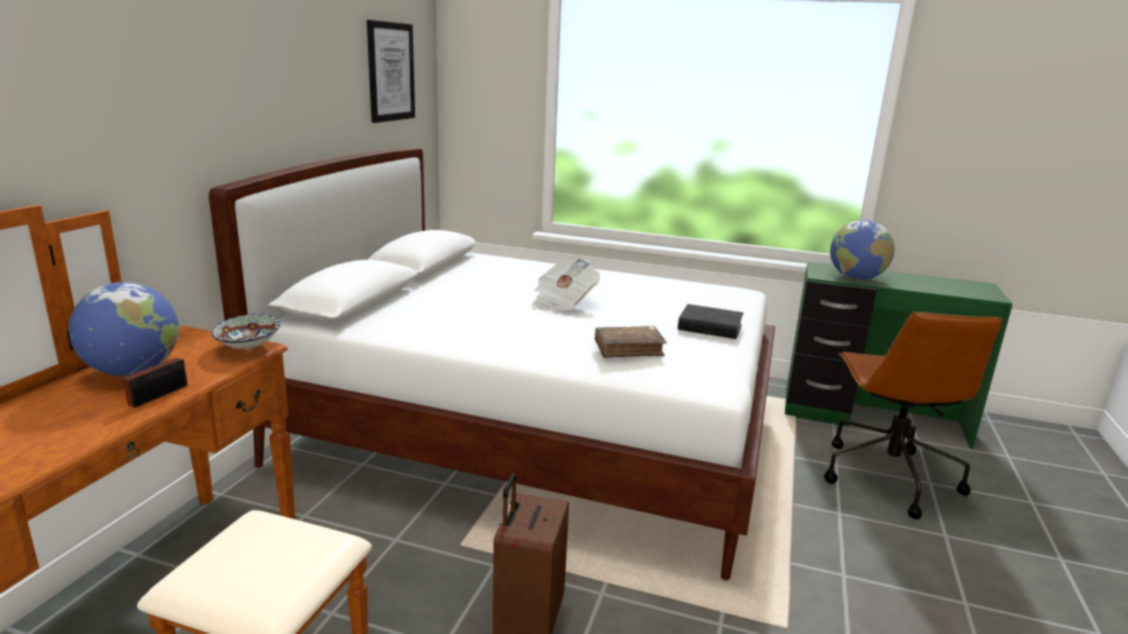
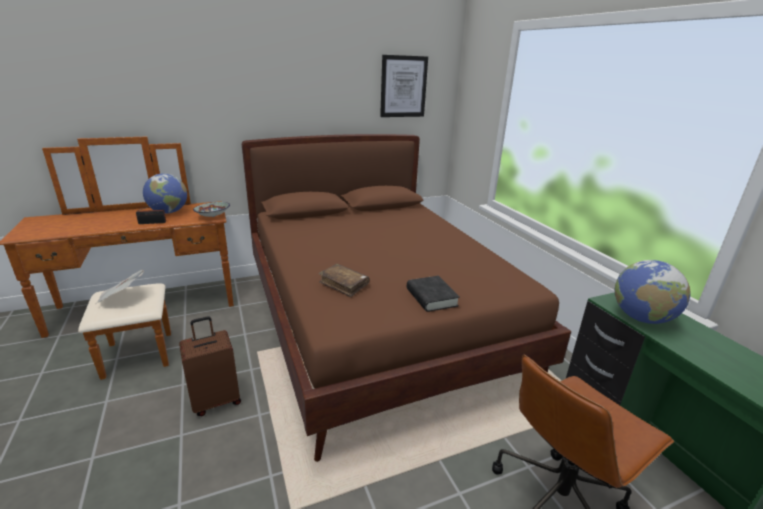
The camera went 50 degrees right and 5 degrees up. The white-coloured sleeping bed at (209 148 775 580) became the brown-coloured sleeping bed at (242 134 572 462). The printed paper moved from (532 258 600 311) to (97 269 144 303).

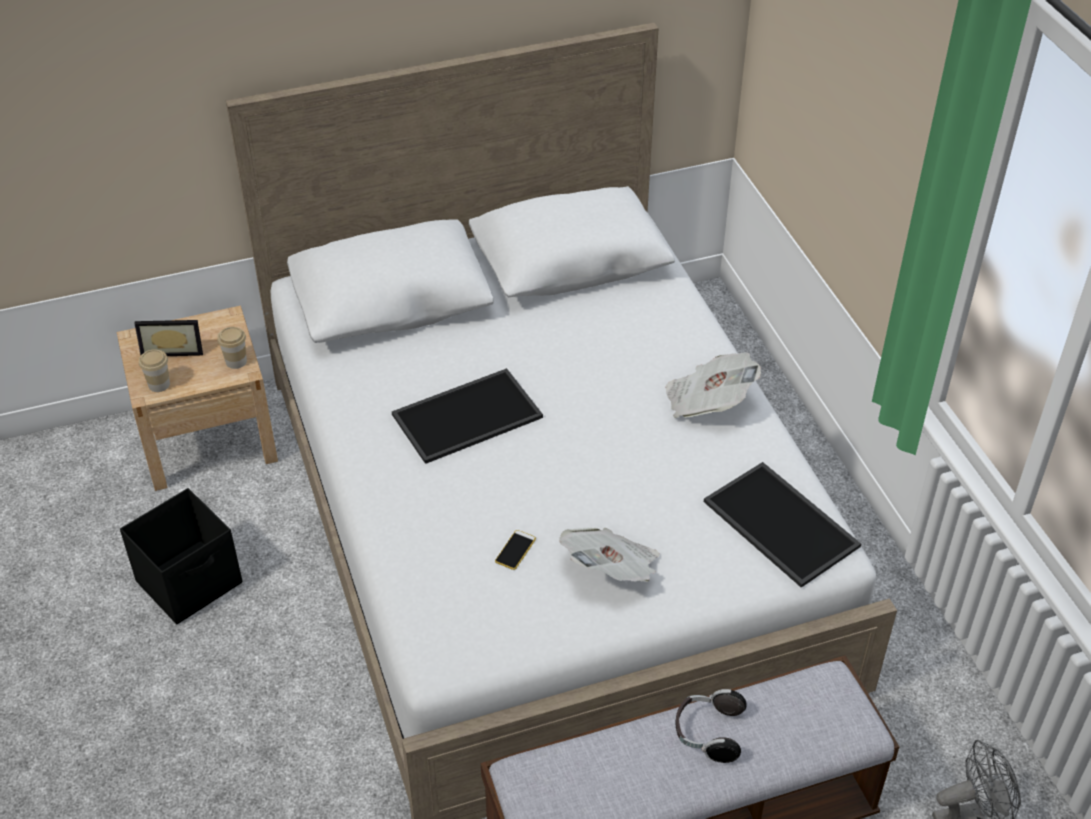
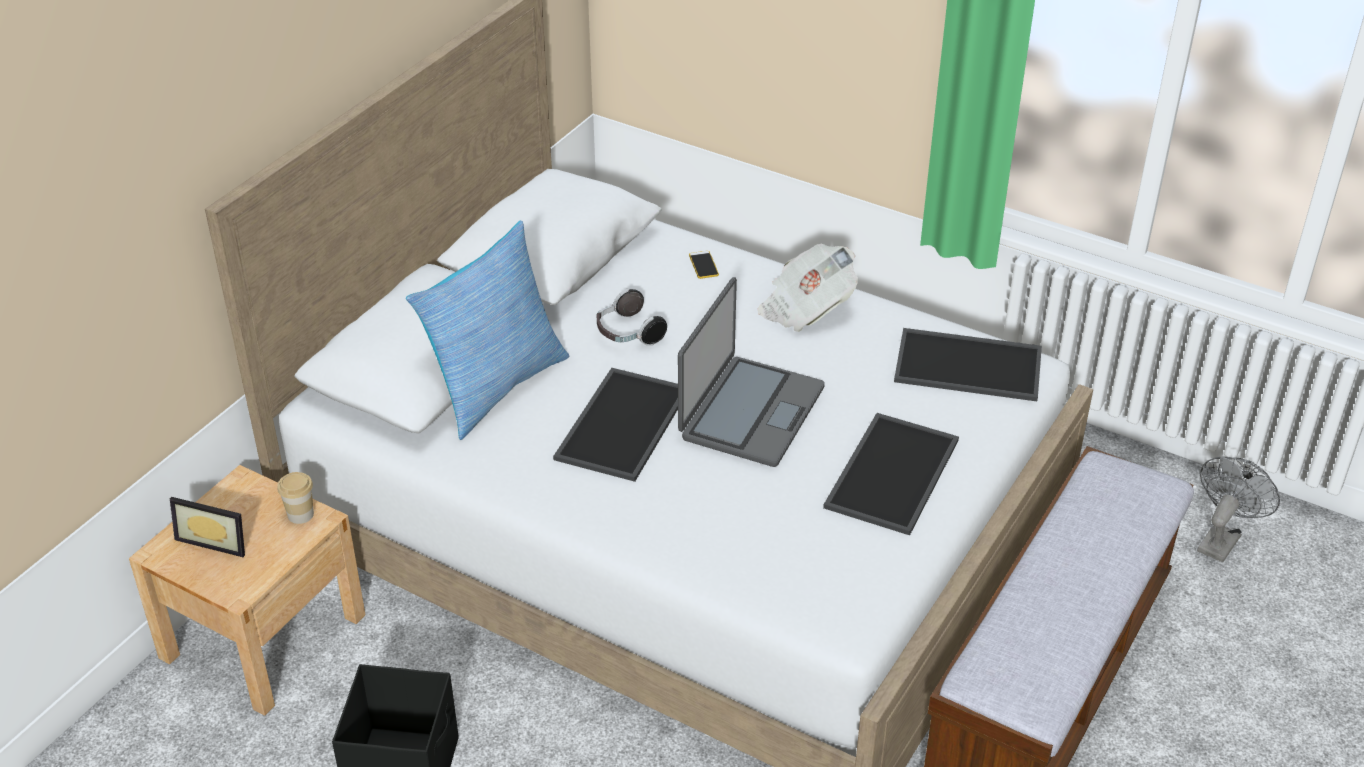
The camera went 40 degrees left and 5 degrees down. The standing frame at (134 320 203 356) turned 60 degrees clockwise. The drinking cup at (139 349 170 392) disappeared. The printed paper at (559 528 660 582) was replaced by the carrying tray at (823 413 959 535). The handset moved from (495 530 536 570) to (689 251 719 279). The headphones moved from (676 689 747 763) to (597 289 667 346). The pillow at (406 221 569 440) appeared. The portable computer at (678 277 825 467) appeared.

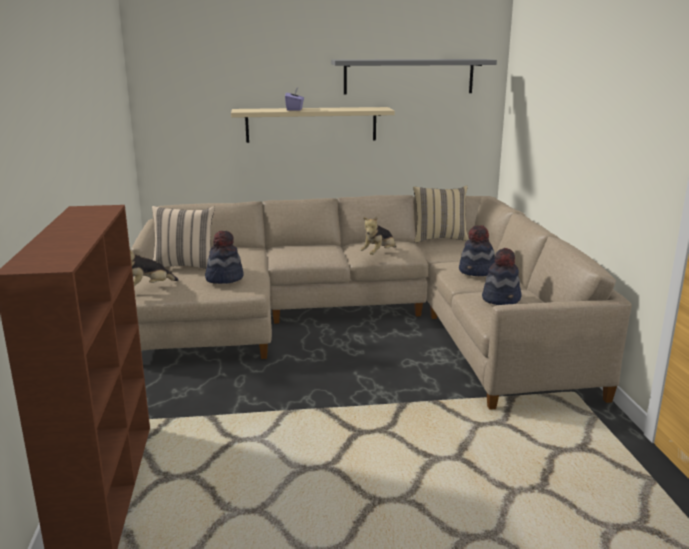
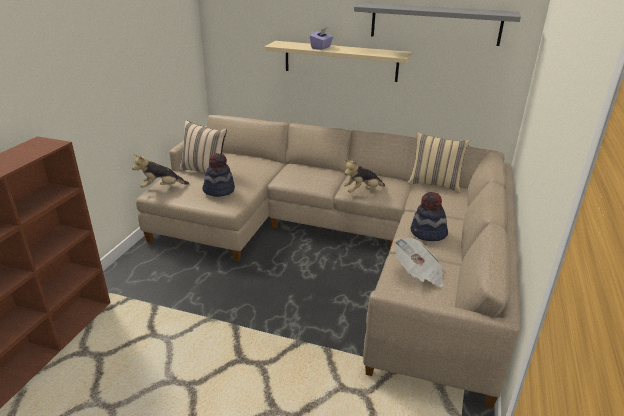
The camera went 25 degrees right and 10 degrees up. The wearable hat at (482 248 522 305) was replaced by the printed paper at (395 238 443 287).

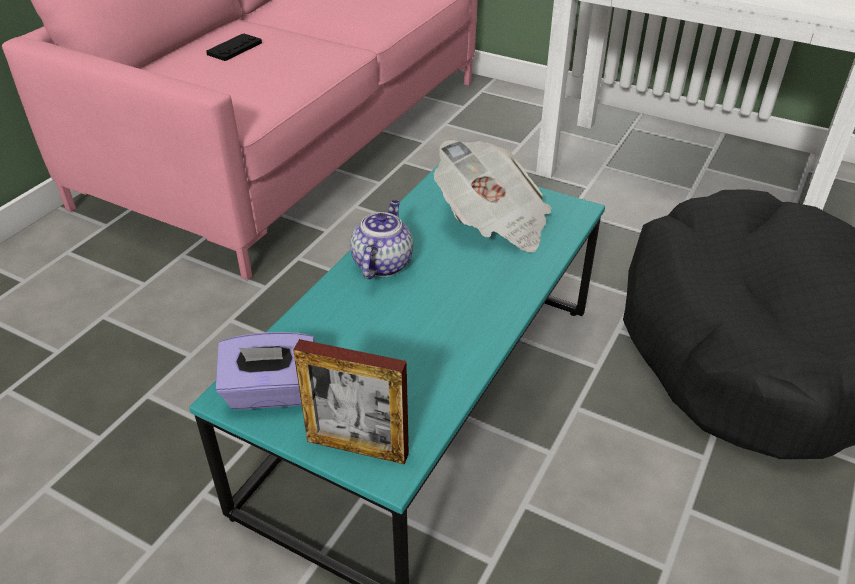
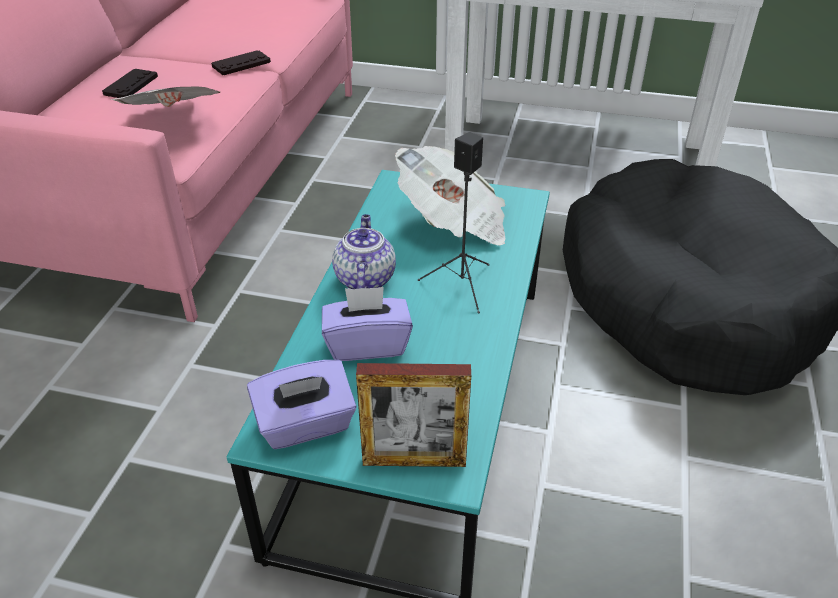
The camera went 15 degrees left and 0 degrees up. The black-coloured gamepad at (211 50 271 75) appeared. The printed paper at (109 87 220 107) appeared. The black-coloured loudspeaker at (418 132 490 314) appeared. The purple tissue box at (322 287 413 361) appeared.

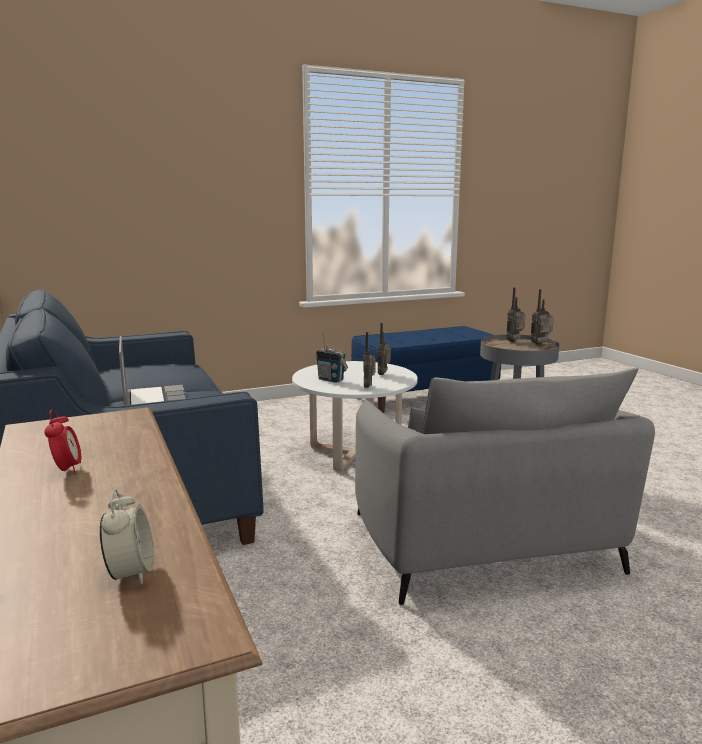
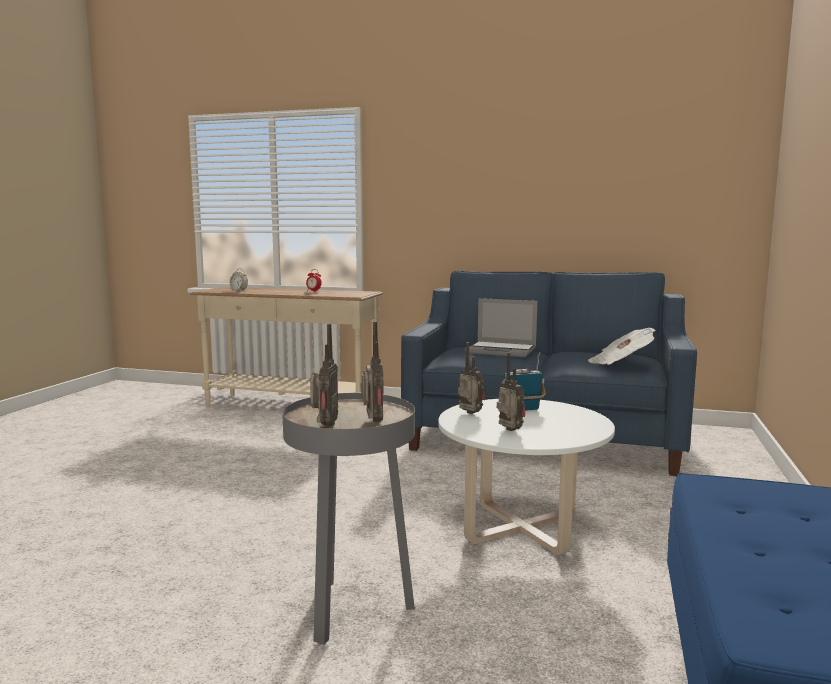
The camera went 130 degrees right and 5 degrees down. The greyish lounge chair at (355 368 655 606) disappeared. The printed paper at (588 328 656 365) appeared.

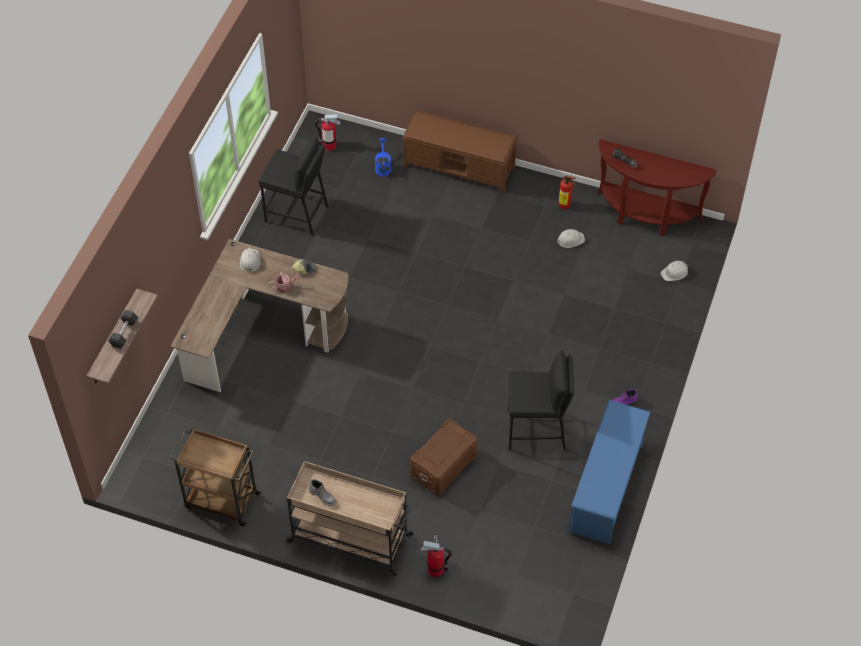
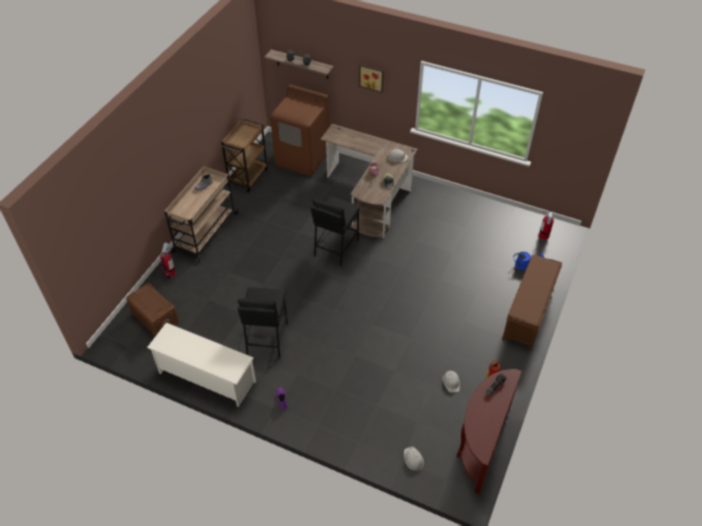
The camera went 95 degrees right and 5 degrees down. The black-coloured sitting stool moved from (259 137 328 235) to (311 197 360 266). The blue shoe rack at (568 400 650 544) became the white-coloured shoe rack at (147 323 256 407). The brown-coloured storage bin moved from (410 419 477 496) to (126 283 179 336). The picture at (359 65 383 93) appeared. The brown-coloured washing machine at (270 84 329 176) appeared.

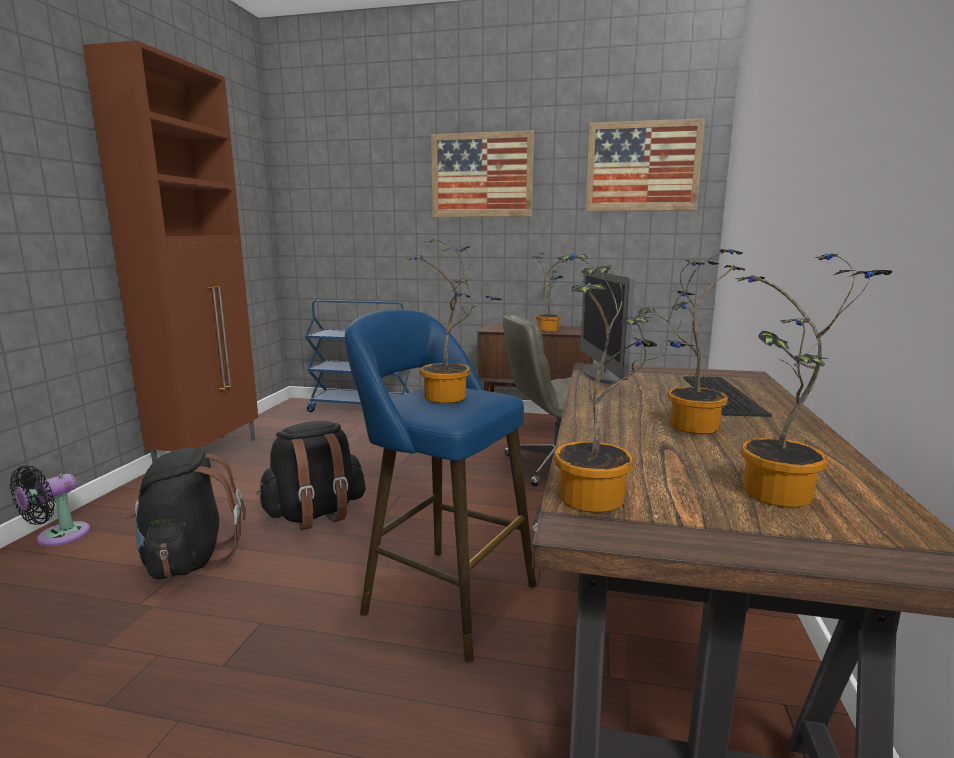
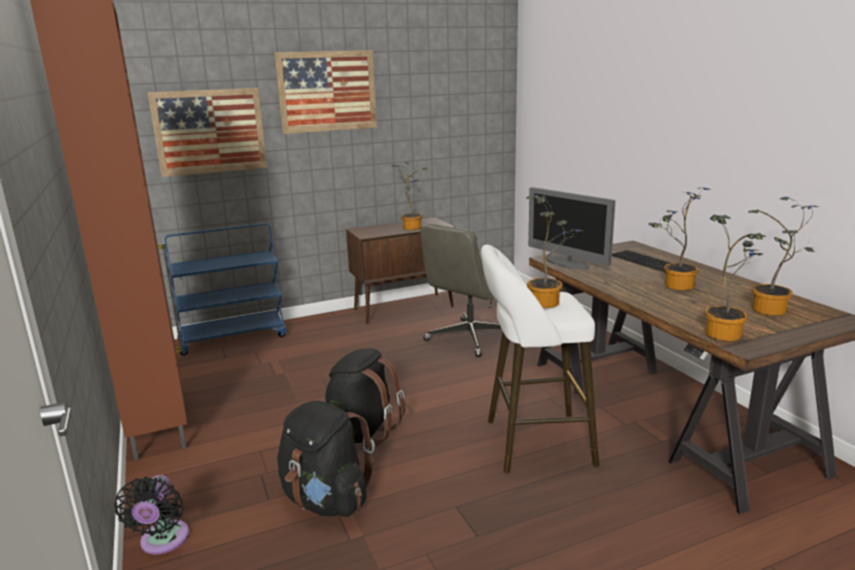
The camera went 35 degrees left and 5 degrees up. The picture moved from (585 118 705 211) to (147 88 267 177). The blue sitting stool at (345 309 536 663) became the white-coloured sitting stool at (481 245 599 473).

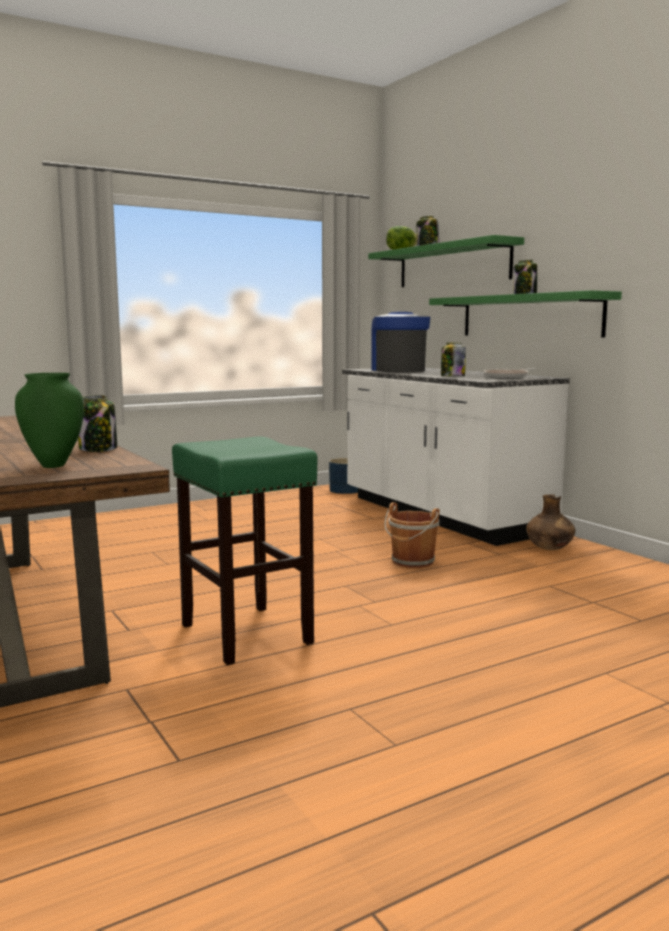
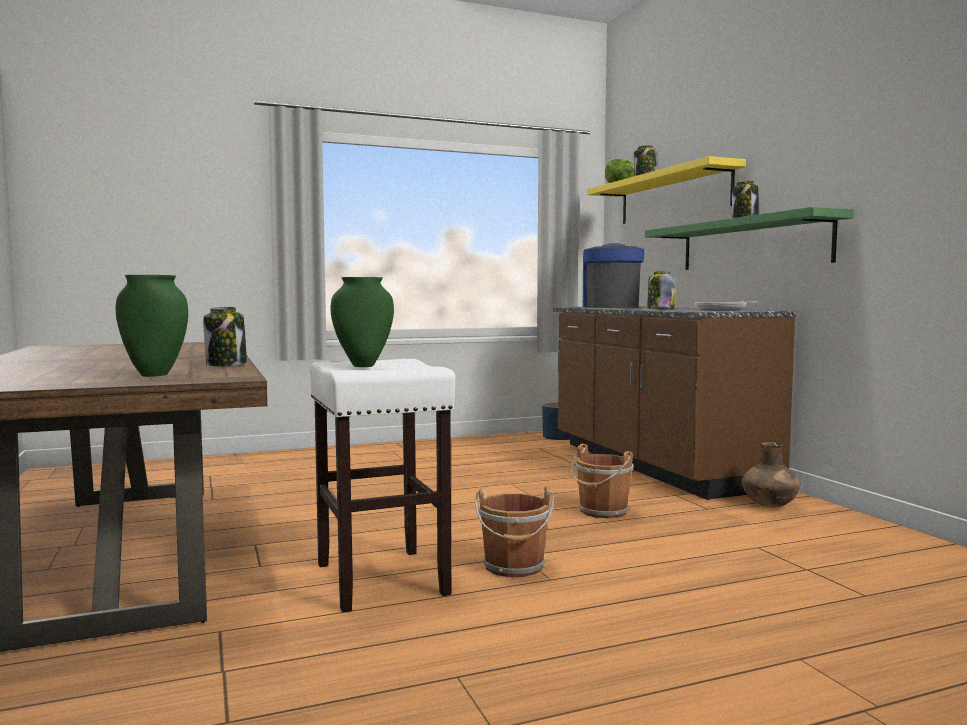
The camera went 10 degrees right and 5 degrees down. The green bracket shelf at (368 235 524 287) became the yellow-coloured bracket shelf at (587 156 746 224). The white-coloured kitchen base unit at (342 368 570 546) became the brown-coloured kitchen base unit at (553 306 796 500). The green sitting stool at (172 436 318 665) became the white-coloured sitting stool at (310 359 455 612). The green decorative vase at (331 277 394 367) appeared. The brown-coloured bucket at (475 486 554 577) appeared.

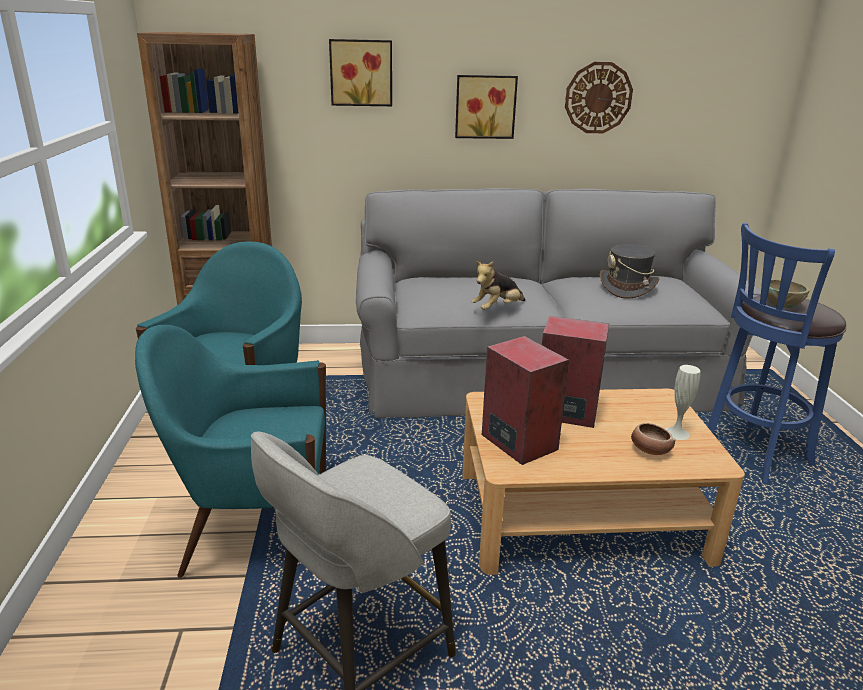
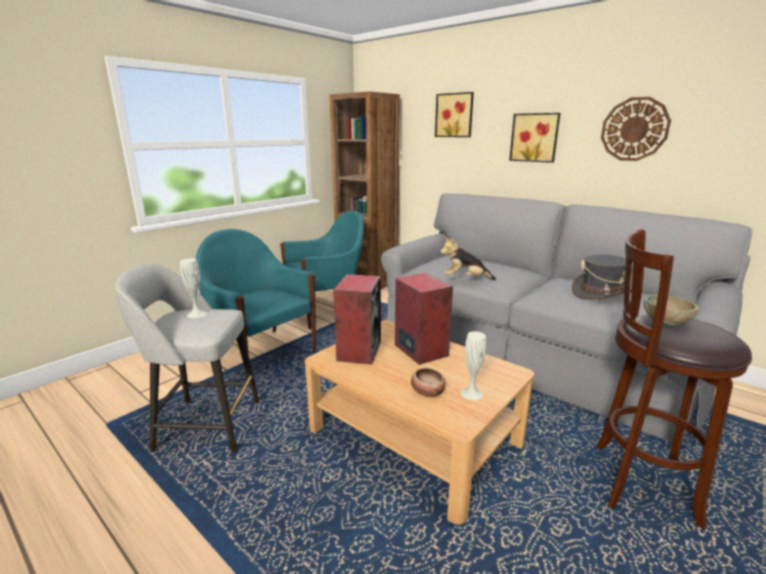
The camera went 45 degrees right and 5 degrees down. The blue sitting stool at (707 222 846 484) became the brown-coloured sitting stool at (596 229 752 530). The white-coloured decorative vase at (180 259 207 318) appeared.

